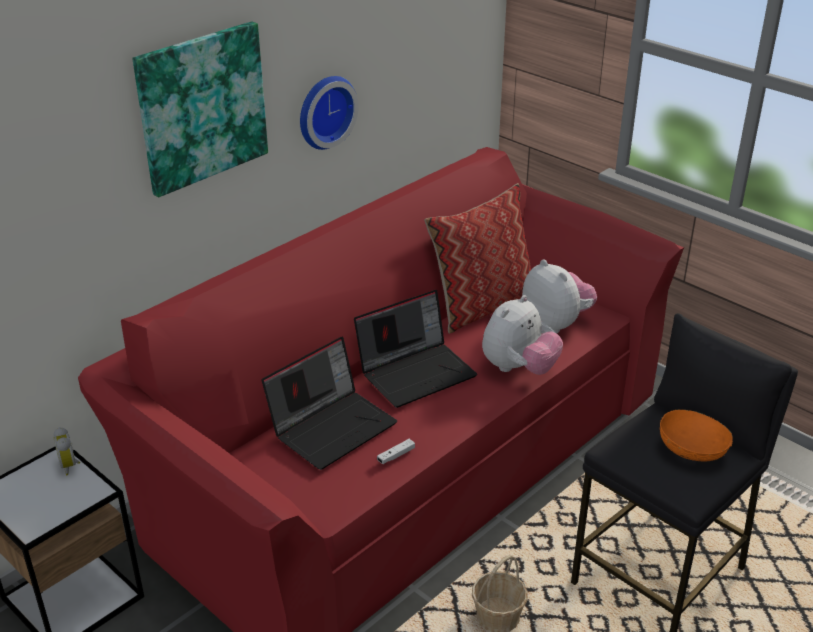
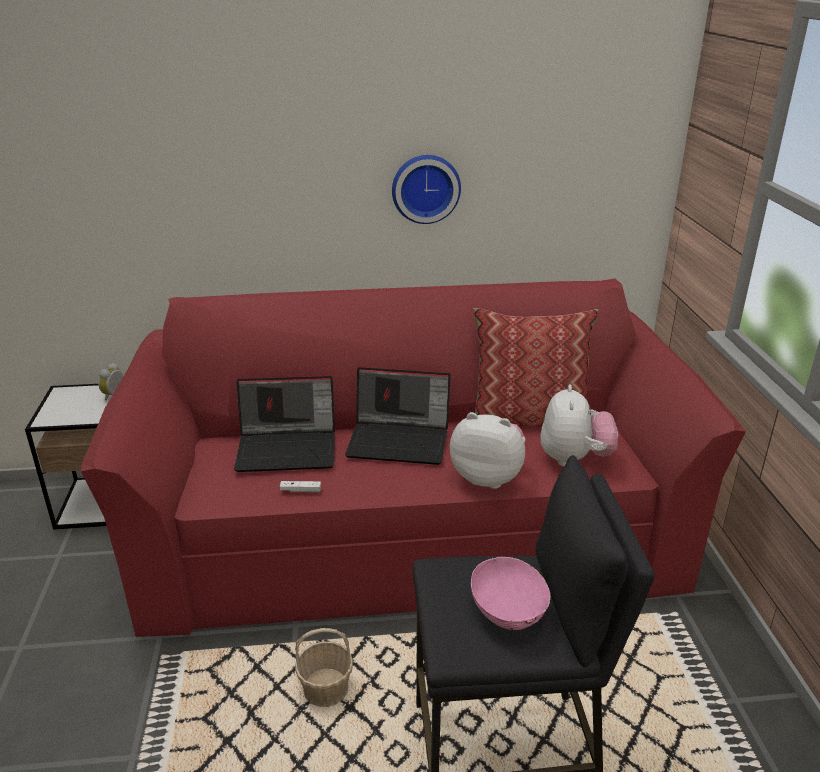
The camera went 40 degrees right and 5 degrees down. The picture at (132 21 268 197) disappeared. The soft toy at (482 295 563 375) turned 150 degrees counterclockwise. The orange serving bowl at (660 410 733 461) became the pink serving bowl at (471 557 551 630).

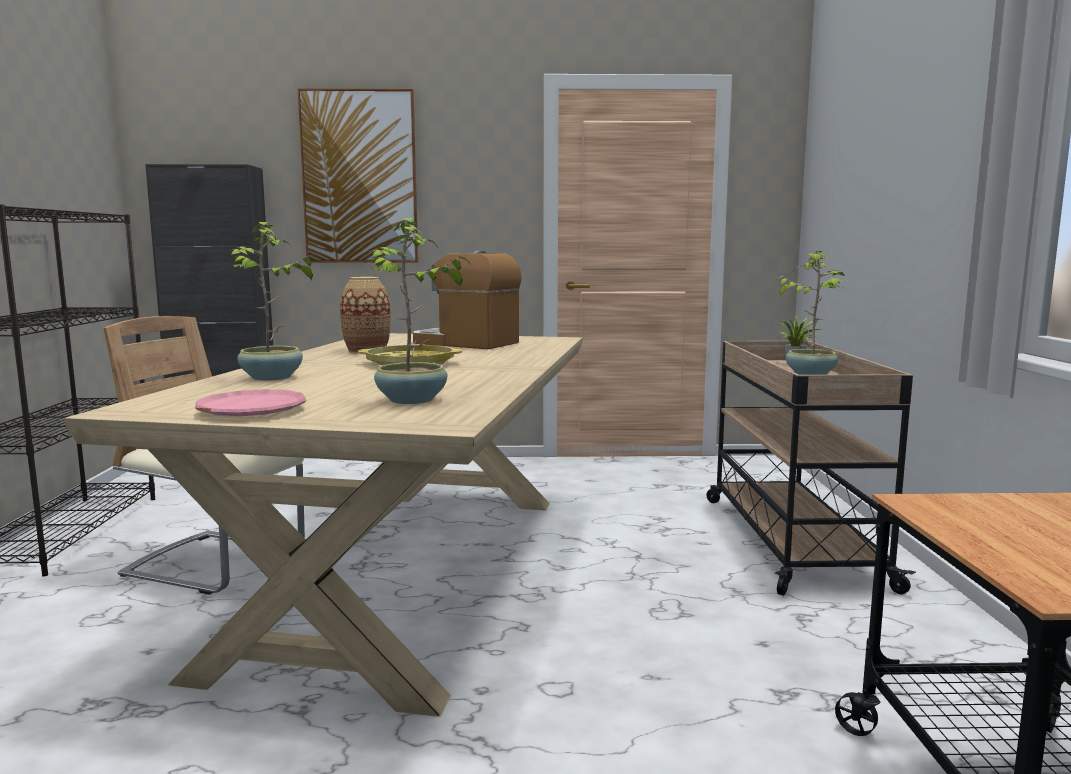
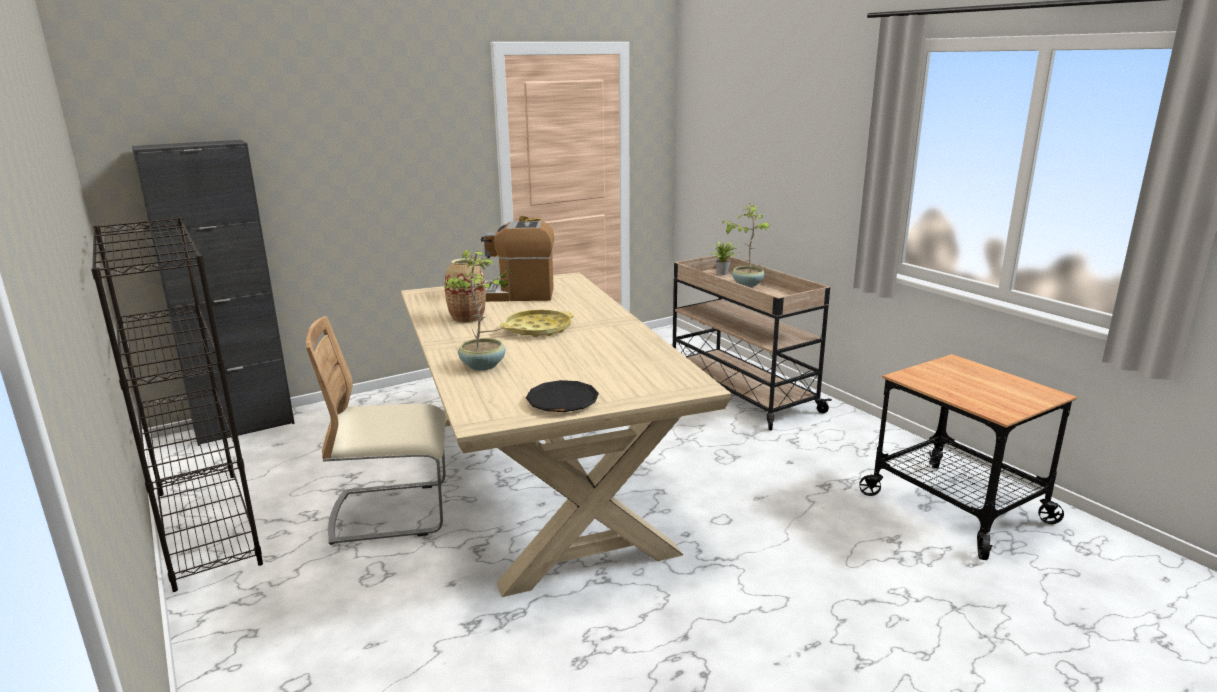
The camera went 30 degrees left and 10 degrees up. The picture at (298 88 418 263) disappeared. The houseplant at (371 218 473 404) disappeared. The pink flat dish at (195 389 306 416) became the black-coloured flat dish at (526 380 599 412).

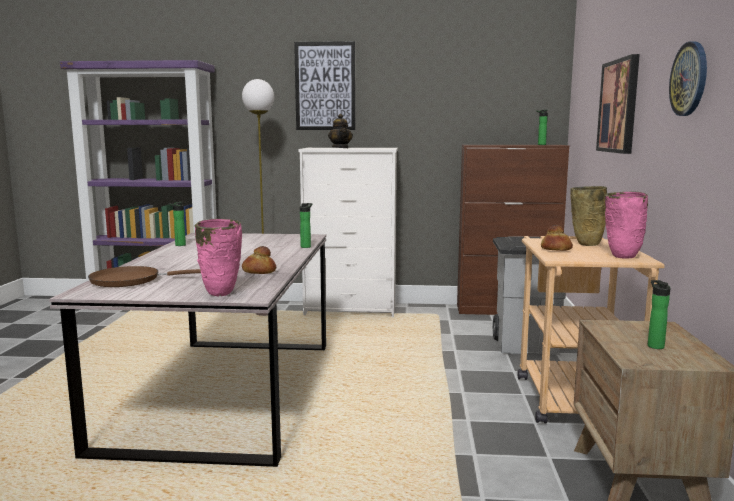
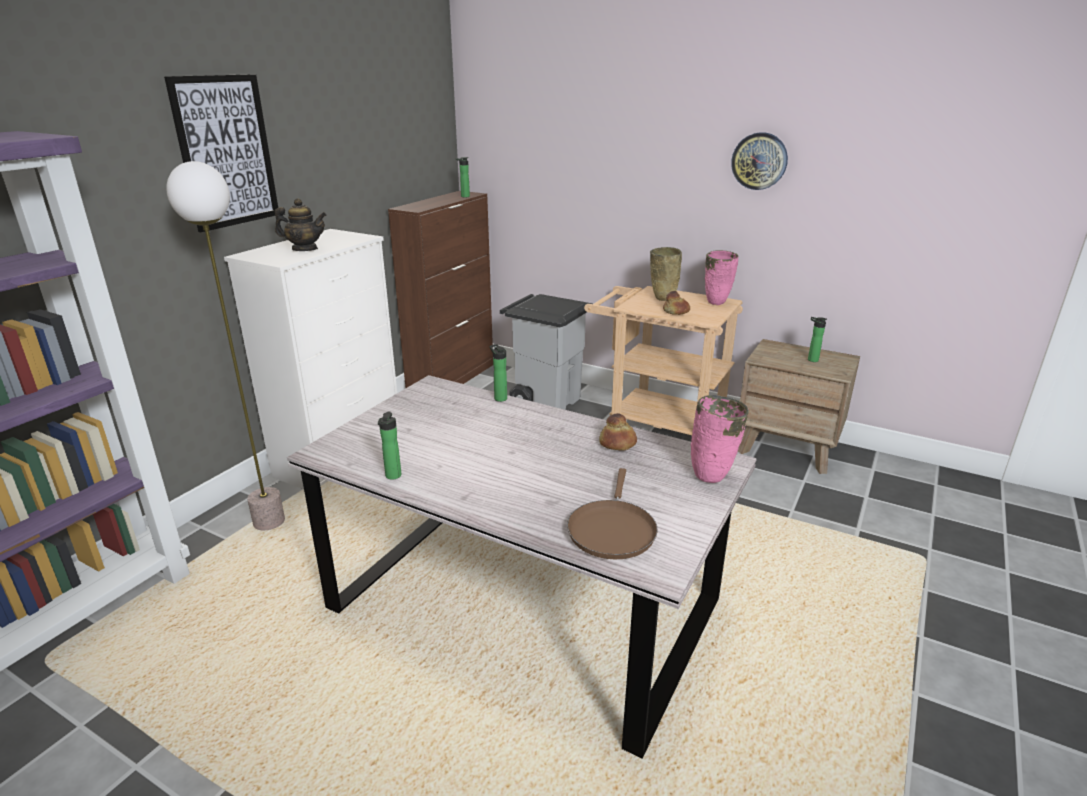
The camera went 65 degrees left and 15 degrees up. The picture at (596 54 640 154) disappeared.

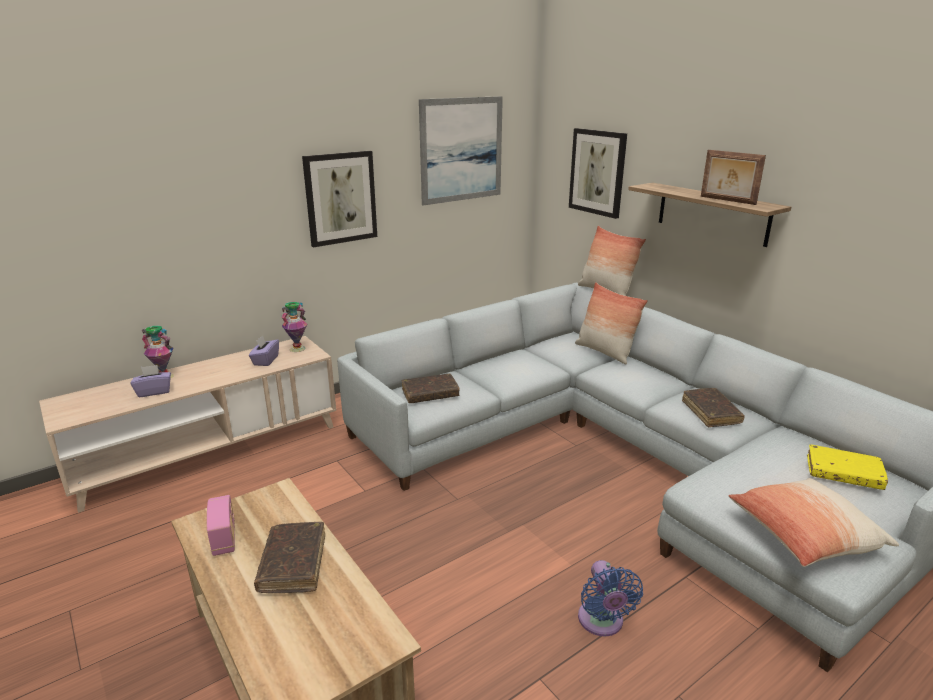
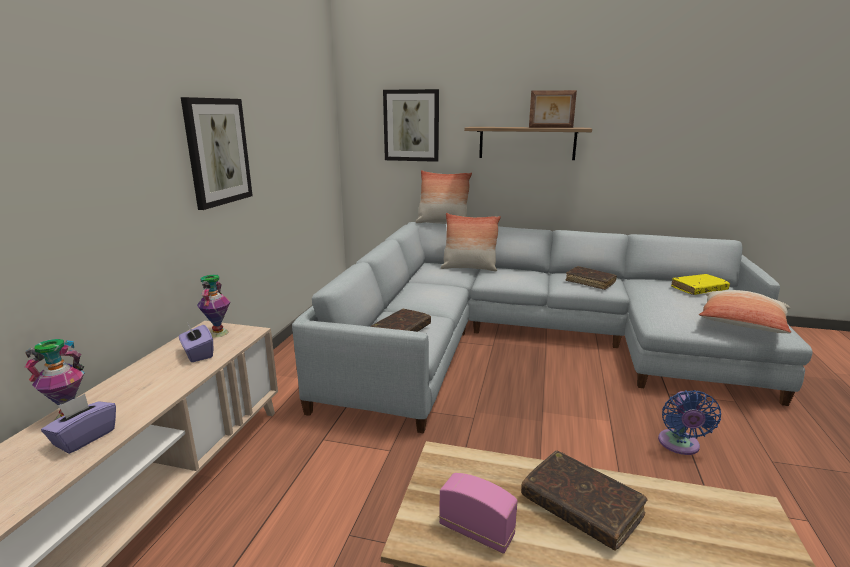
The camera went 40 degrees left and 5 degrees down. The picture at (419 96 503 206) disappeared. The blue fan at (578 560 643 637) turned 60 degrees clockwise.

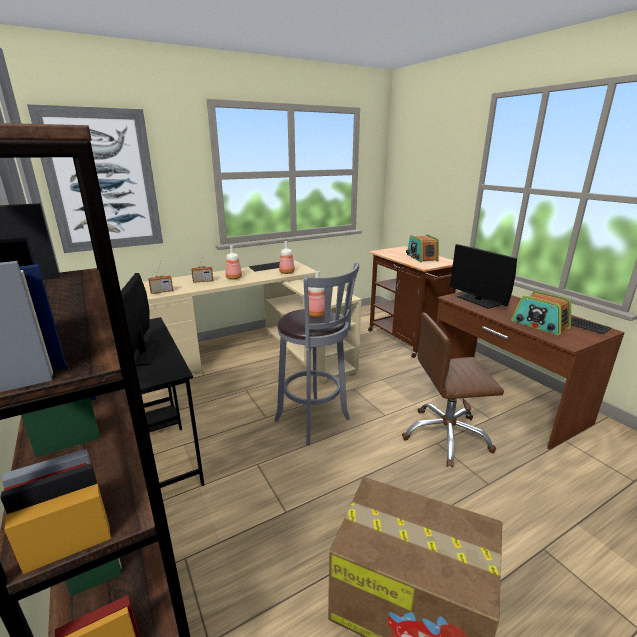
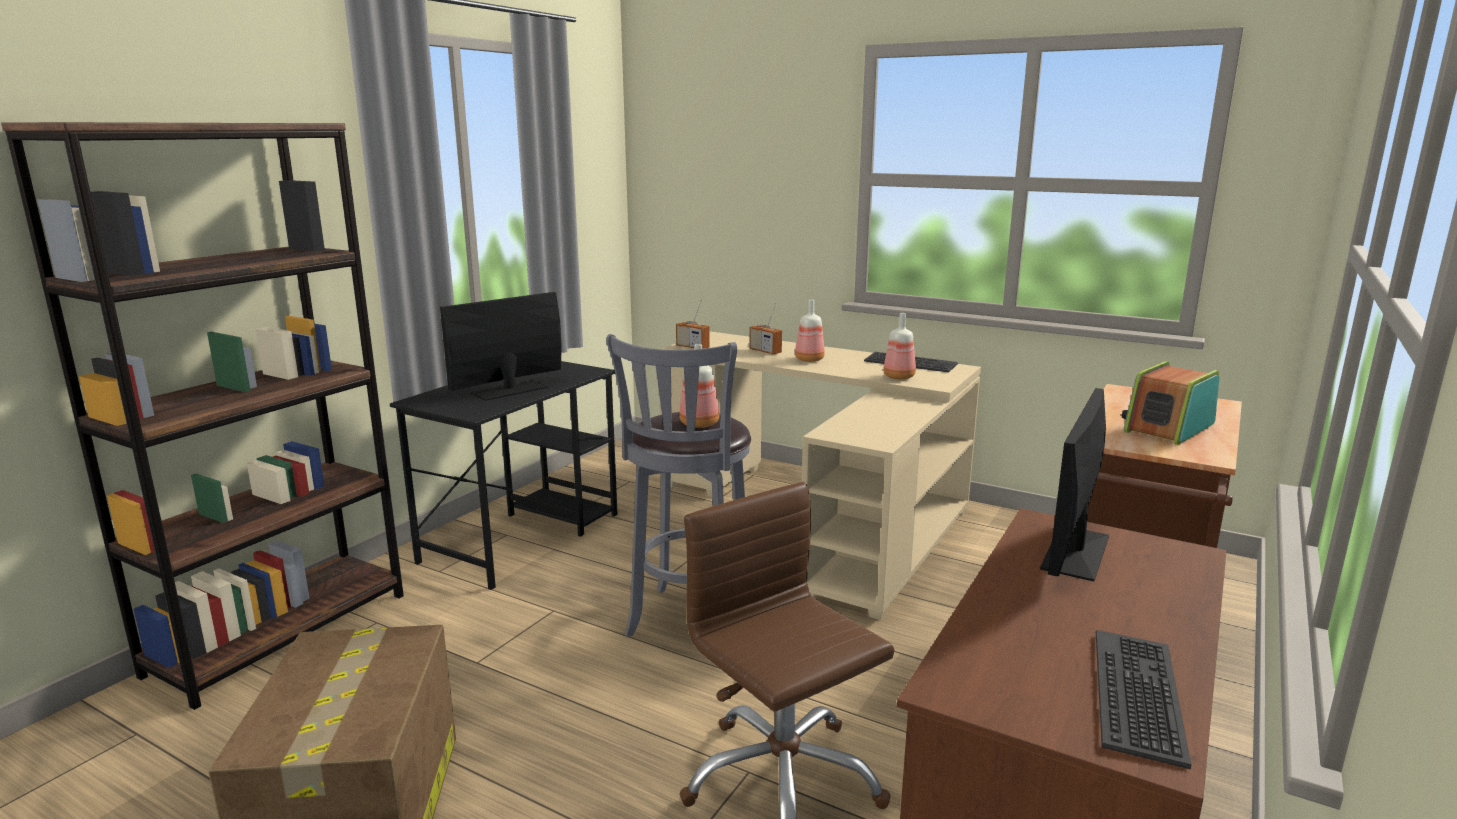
The camera went 60 degrees right and 5 degrees down. The picture at (27 104 163 253) disappeared. The radio at (511 290 571 335) disappeared.

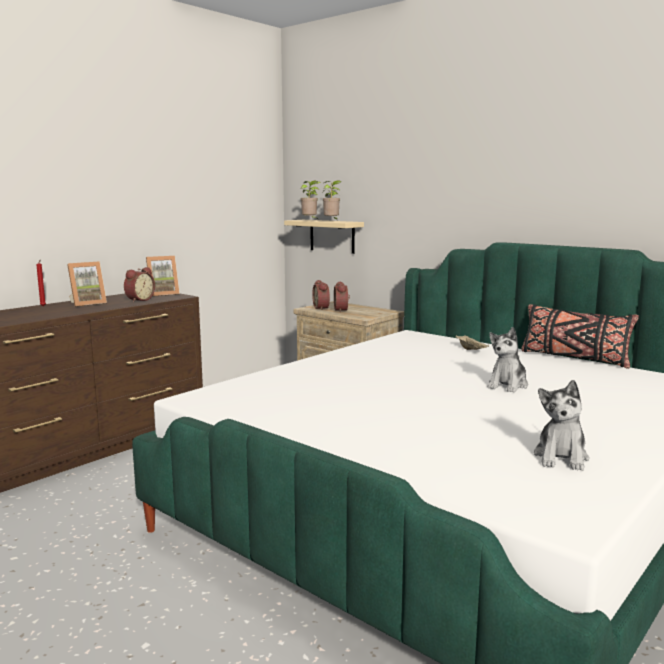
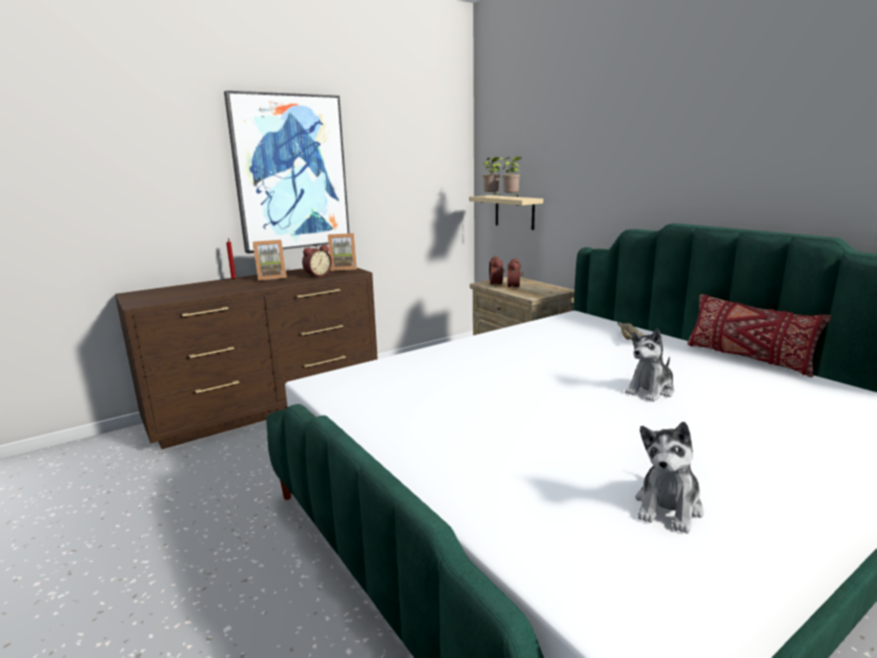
The camera went 15 degrees right and 5 degrees up. The black-coloured pillow at (521 304 639 369) became the reddish pillow at (687 294 831 377). The picture at (224 91 350 254) appeared.

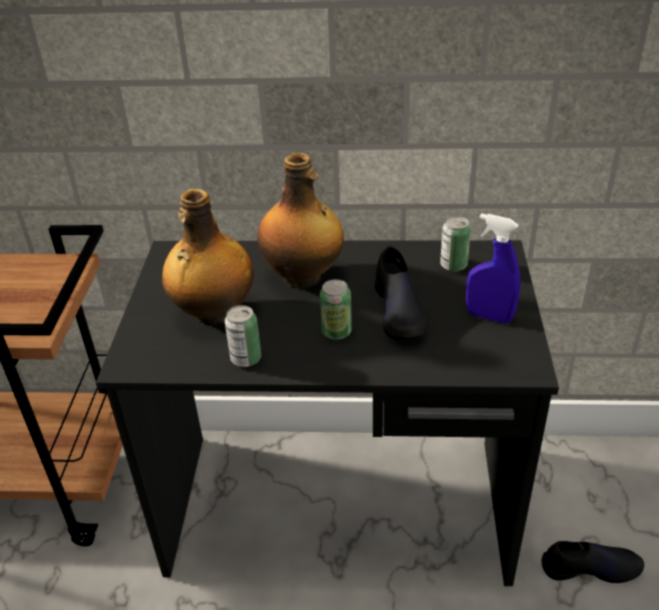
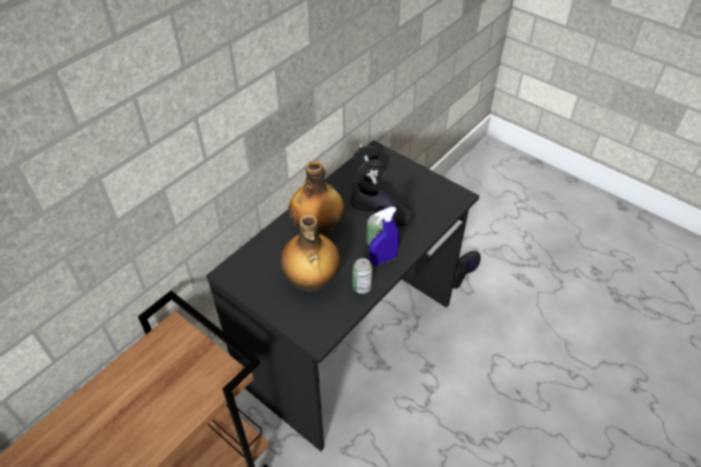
The camera went 55 degrees left and 10 degrees up. The blue hand sprayer moved from (466 213 521 324) to (369 207 399 265). The can at (440 216 471 272) was replaced by the black-coloured hand weight at (353 144 385 184).

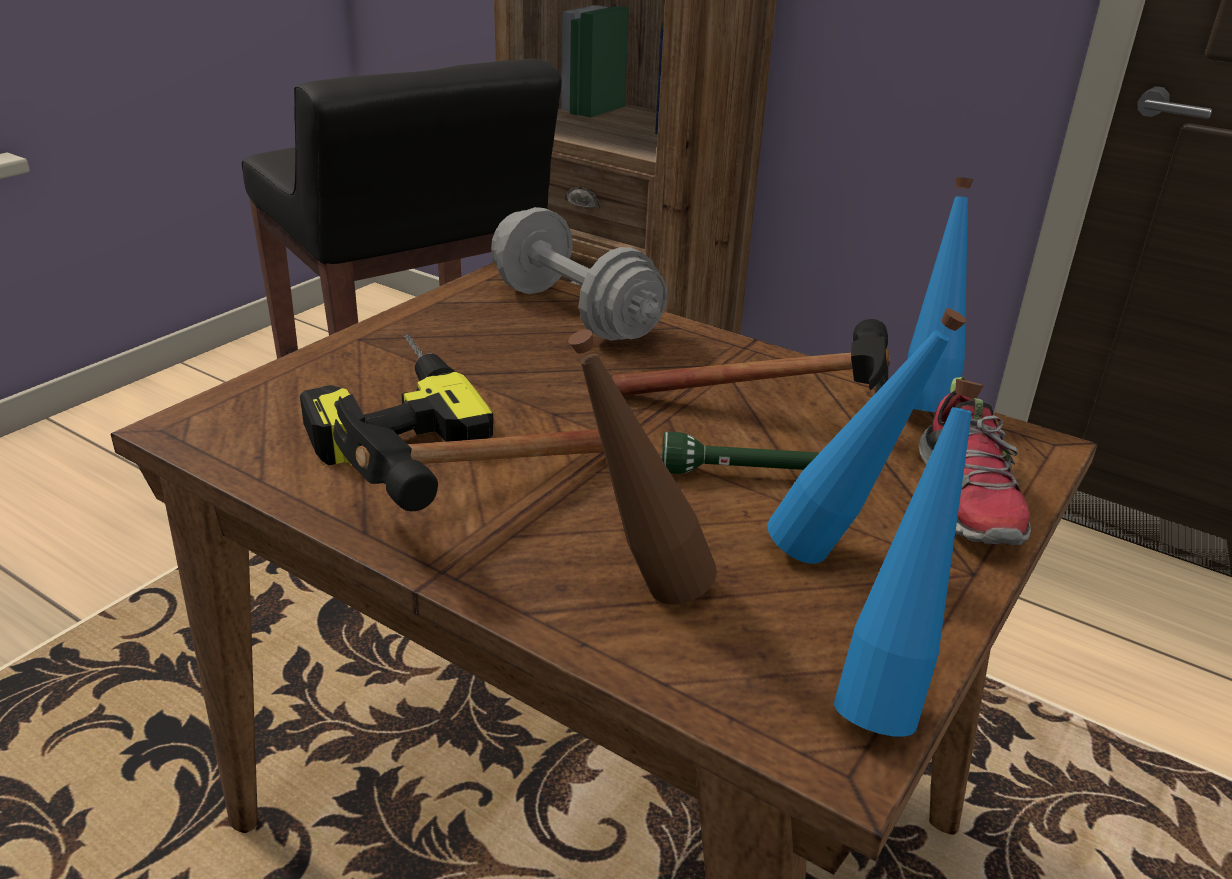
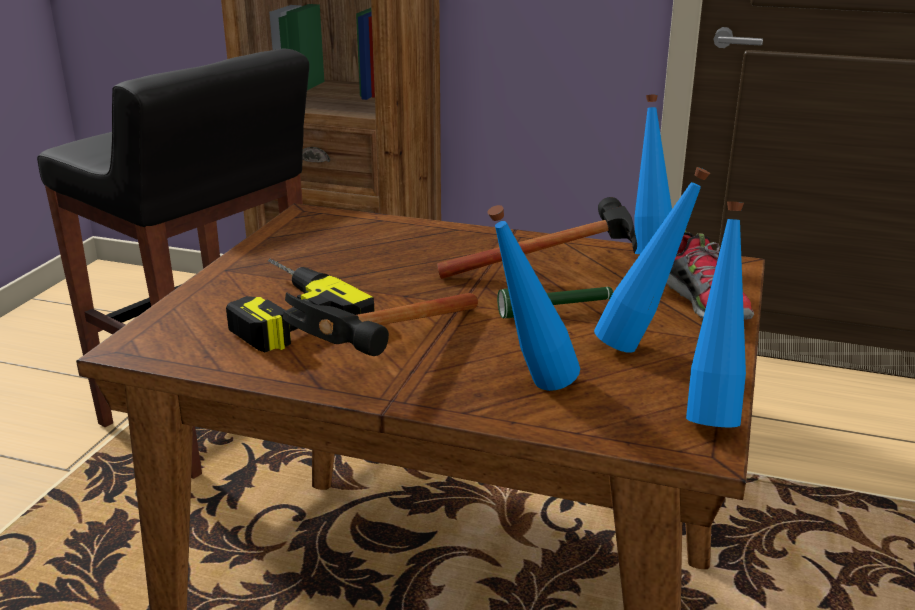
The camera went 15 degrees left and 5 degrees down. The greyish hand weight at (491 207 667 341) disappeared. The brown-coloured bottle at (568 330 717 605) became the blue bottle at (487 205 580 391).

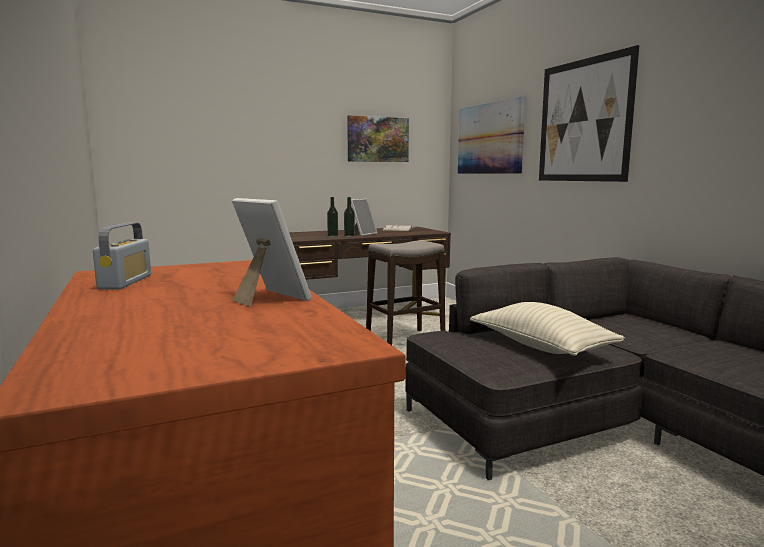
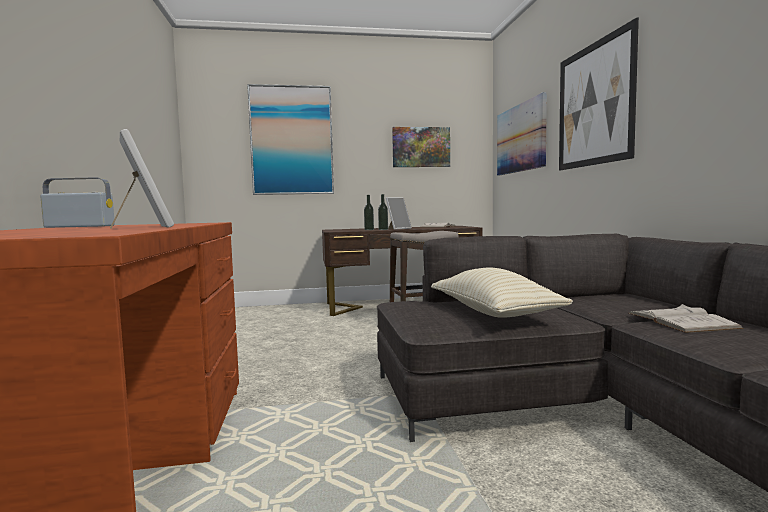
The camera went 15 degrees right and 5 degrees down. The radio at (93 223 151 290) turned 105 degrees counterclockwise. The picture at (247 84 334 195) appeared. The white-coloured volume at (628 304 743 333) appeared.

